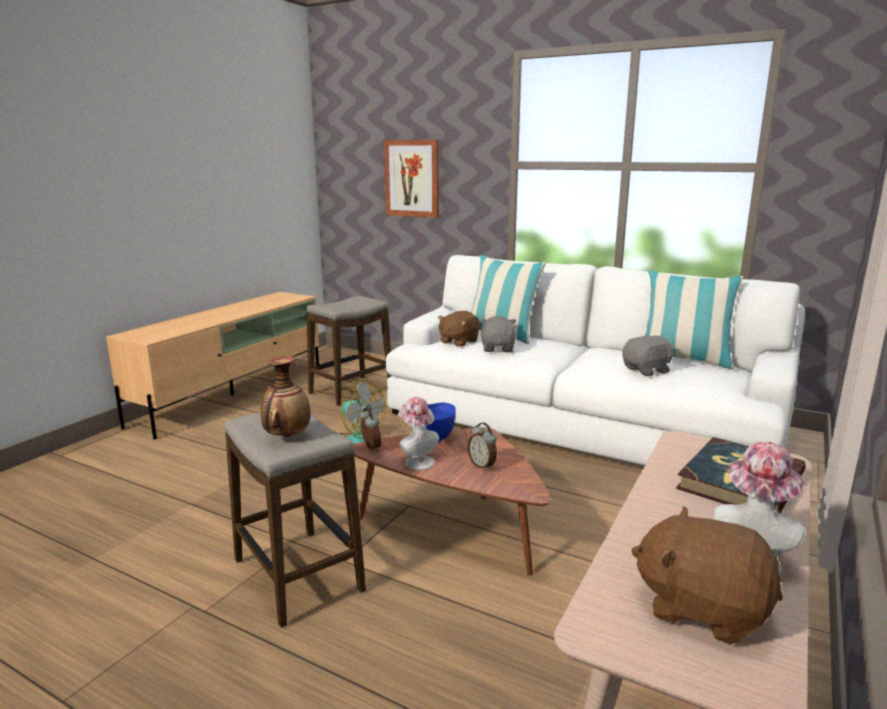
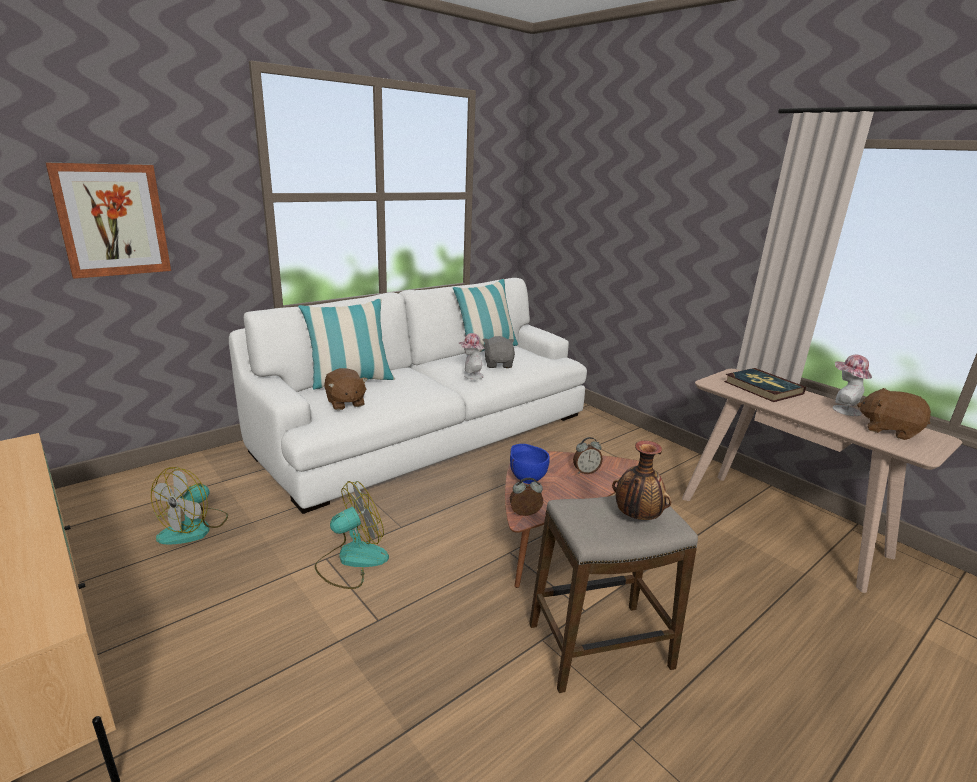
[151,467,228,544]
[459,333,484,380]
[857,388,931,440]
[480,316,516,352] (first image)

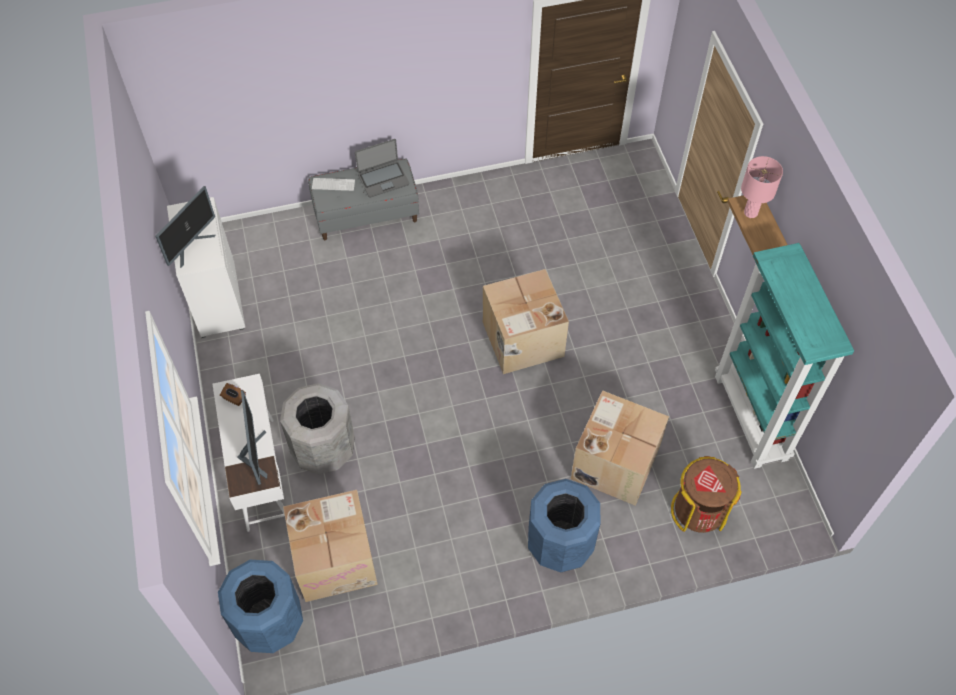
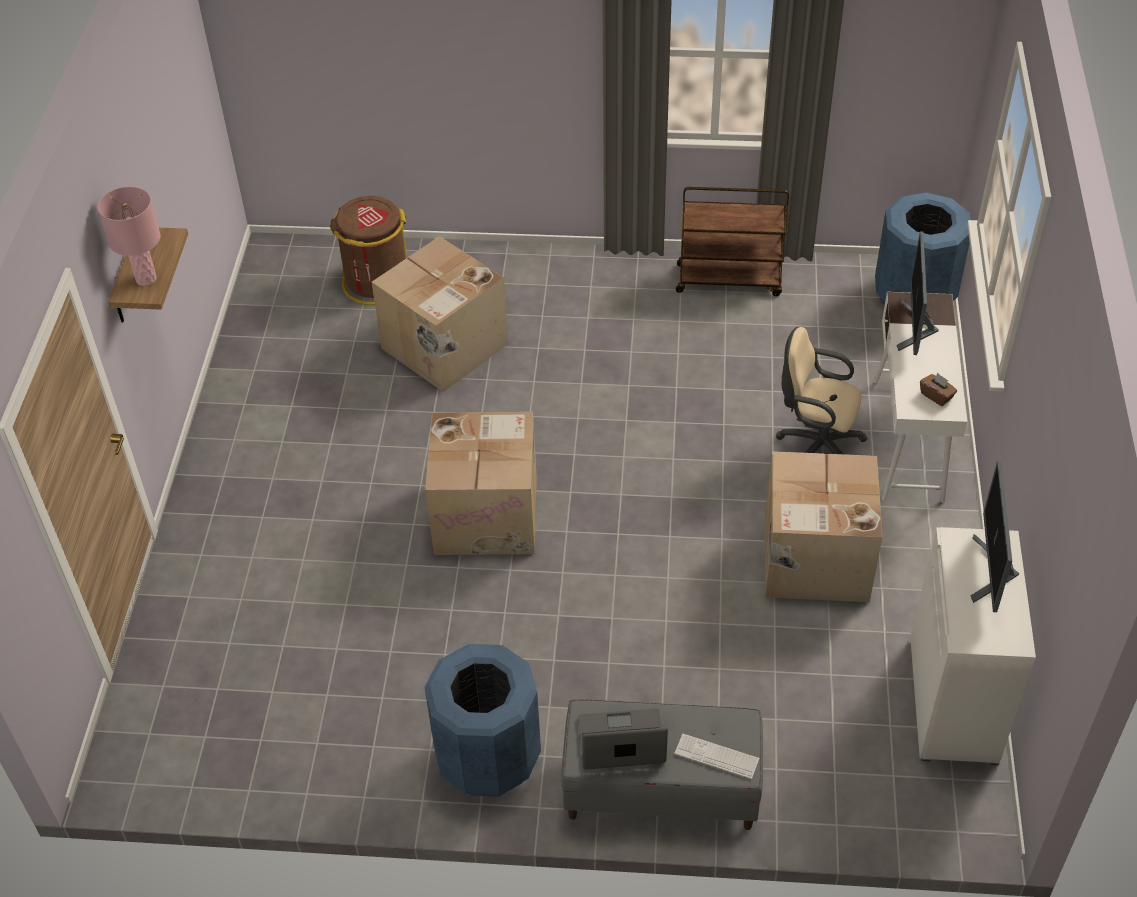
[425,644,541,797]
[676,187,789,296]
[765,451,882,602]
[776,327,867,454]
[971,461,1019,612]
[715,243,854,469] (first image)

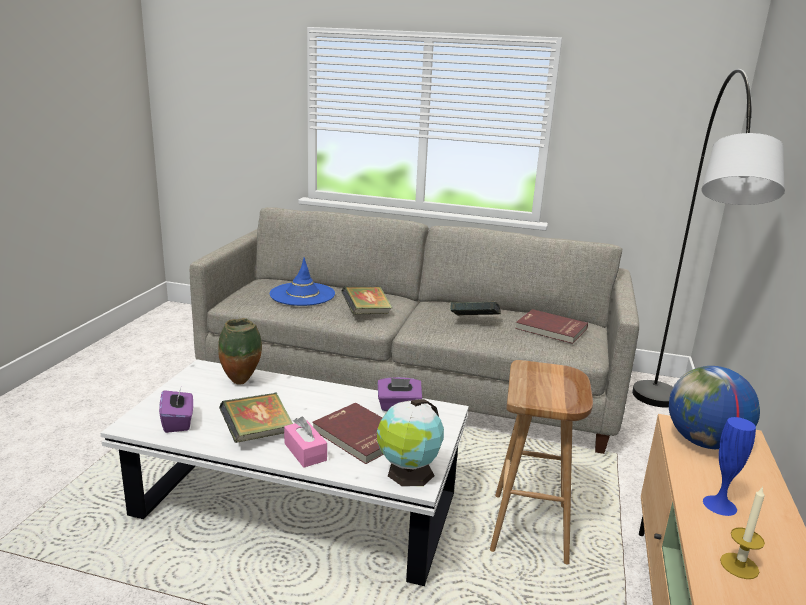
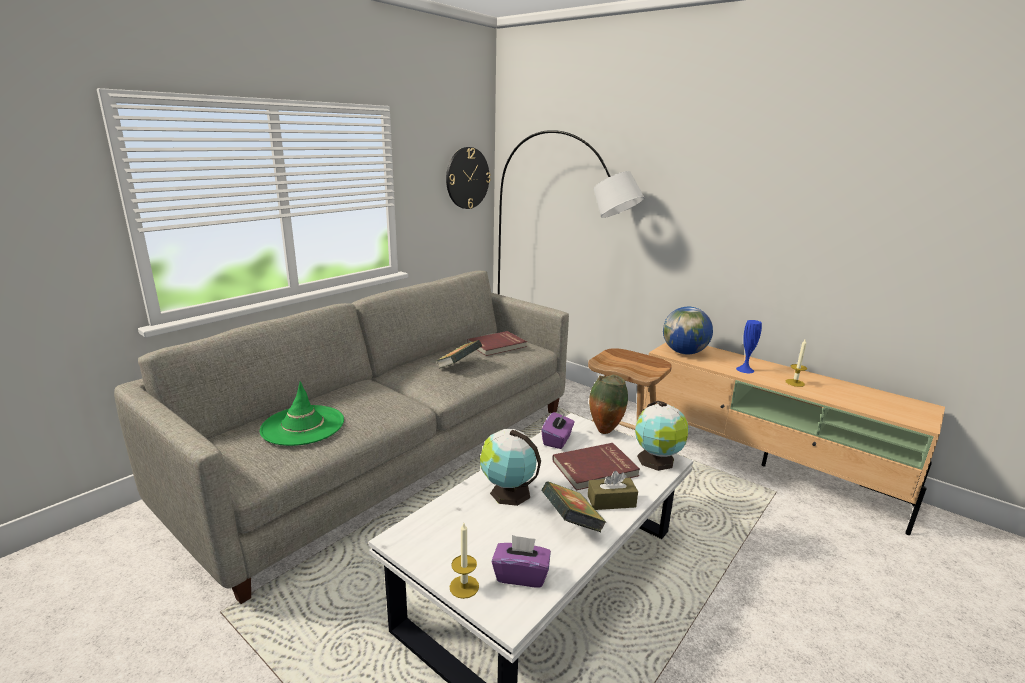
[260,381,344,446]
[446,147,491,209]
[450,523,479,599]
[480,429,541,506]
[588,471,638,510]
[589,375,628,434]
[341,286,393,314] (first image)

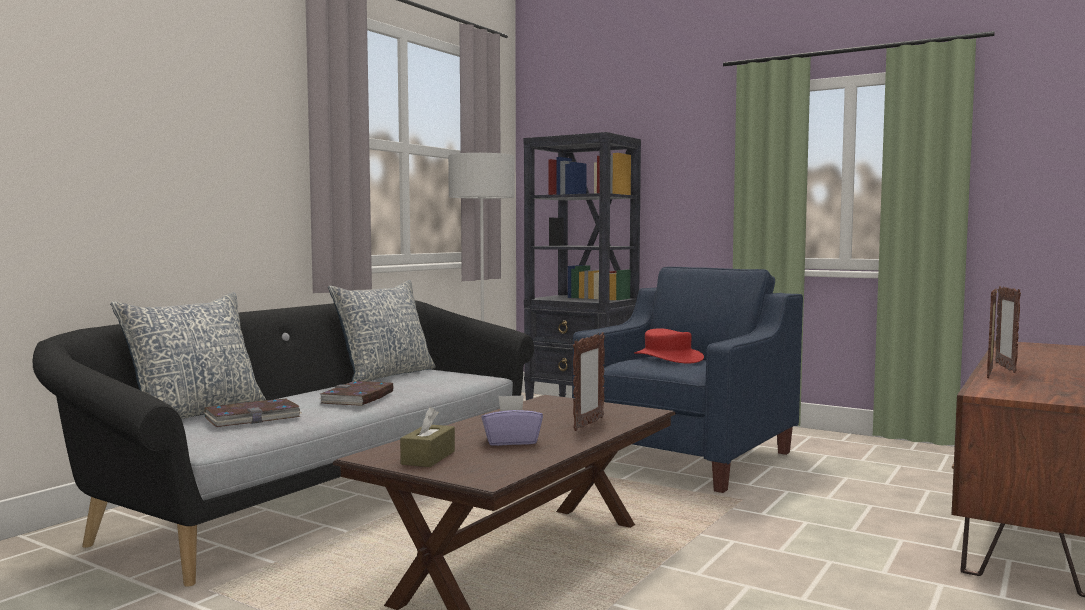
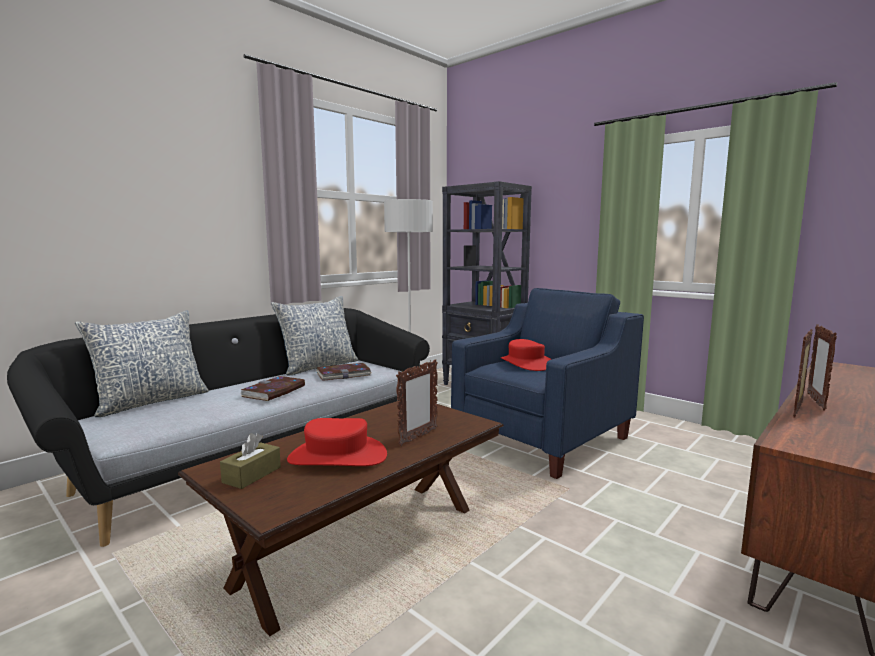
[287,418,387,466]
[316,363,371,381]

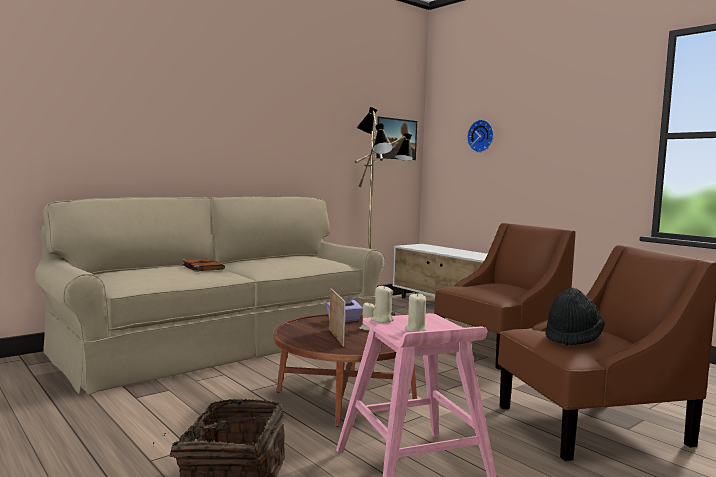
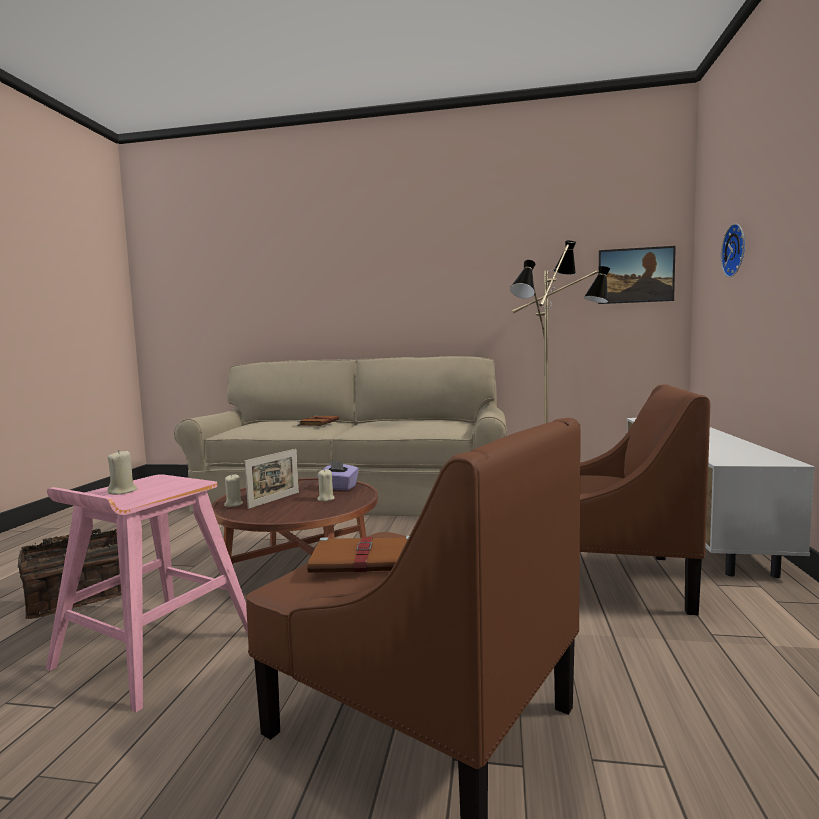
[224,474,243,507]
[307,536,409,573]

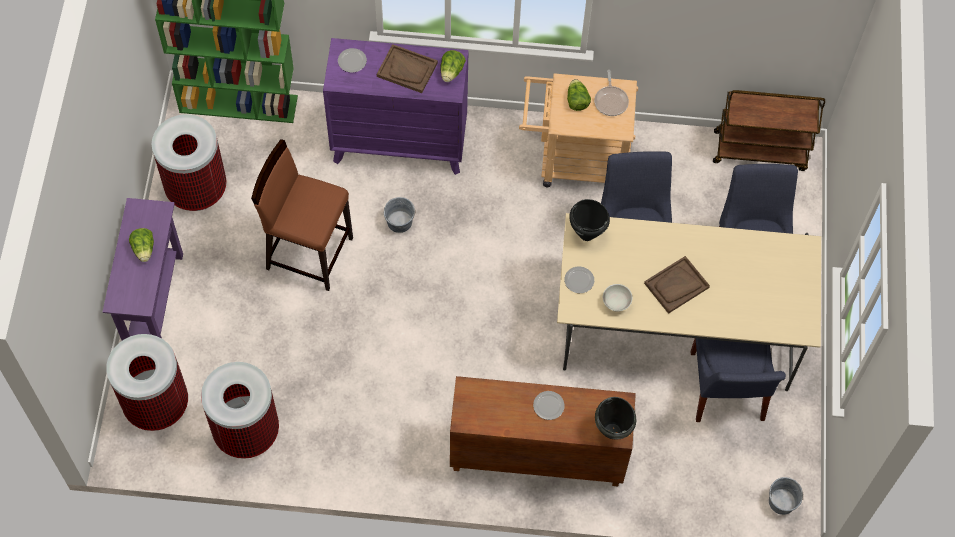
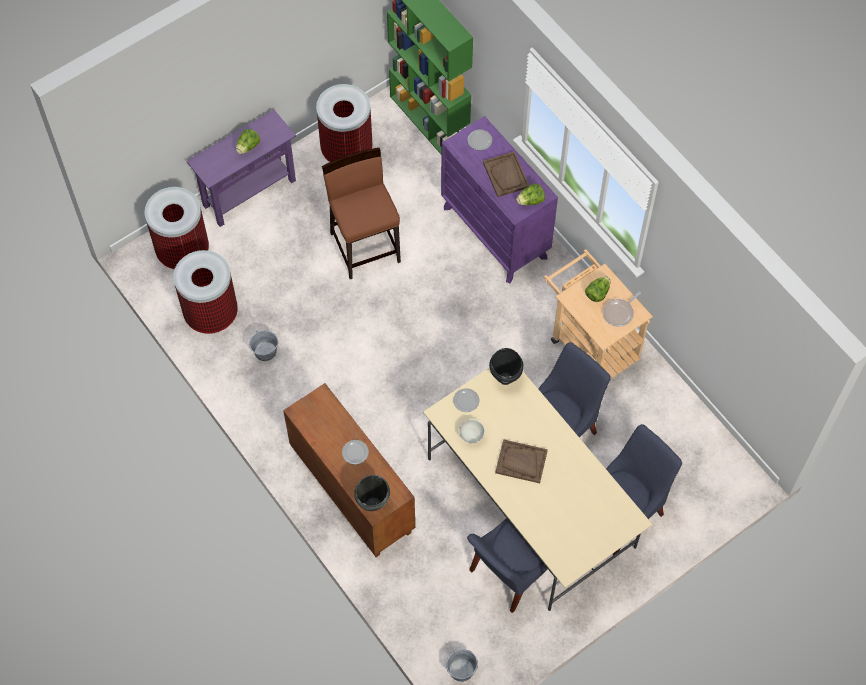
[249,330,278,361]
[713,90,825,171] (first image)

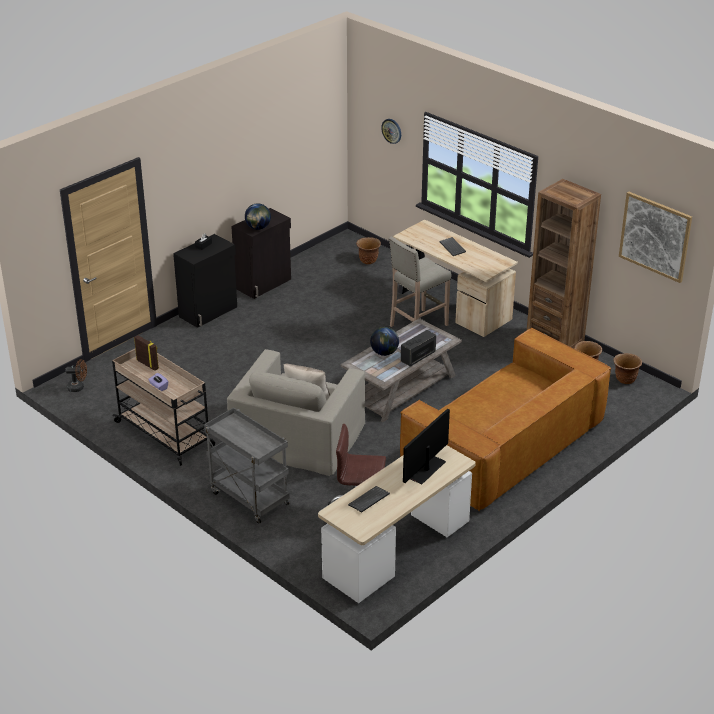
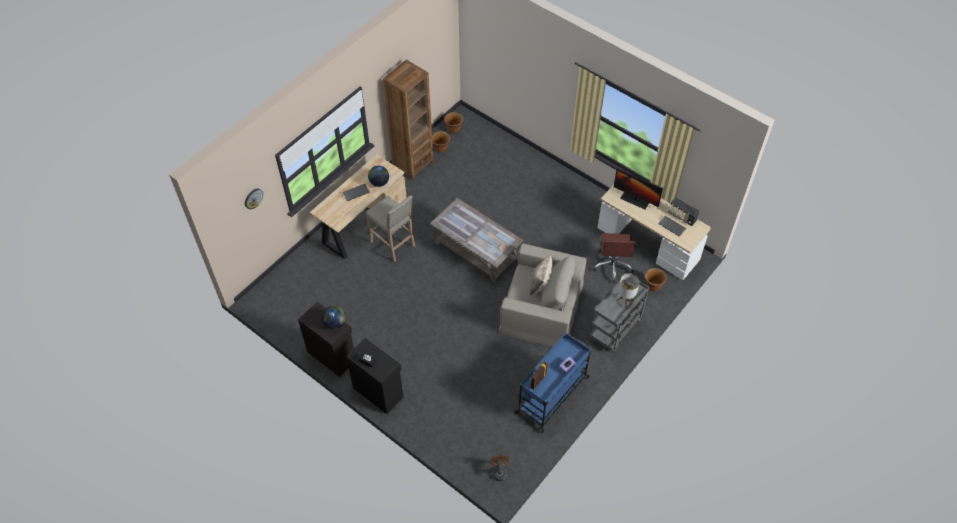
[368,166,389,187]
[513,333,591,433]
[616,274,640,308]
[645,268,667,292]
[668,197,700,226]
[400,328,611,511] (first image)
[619,192,692,283] (first image)

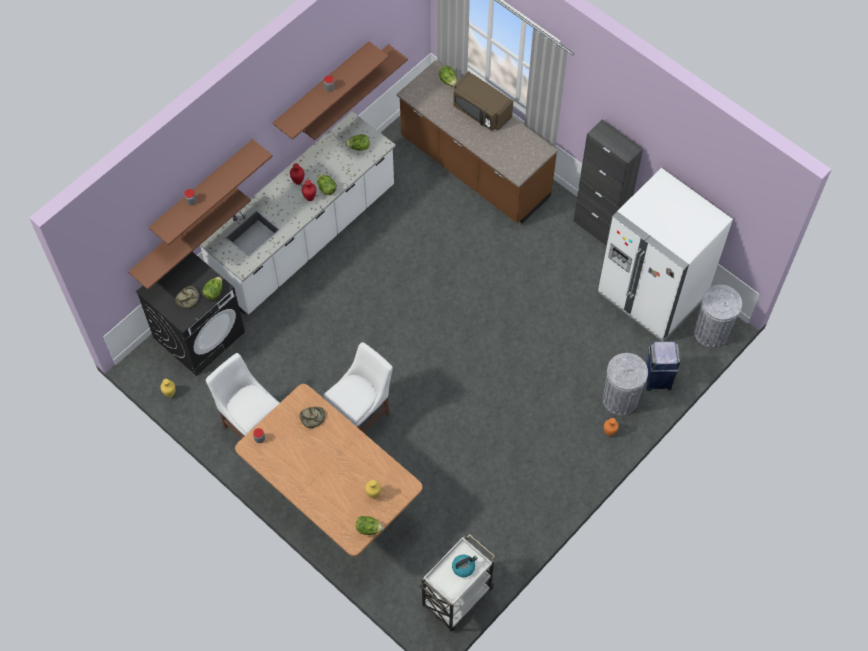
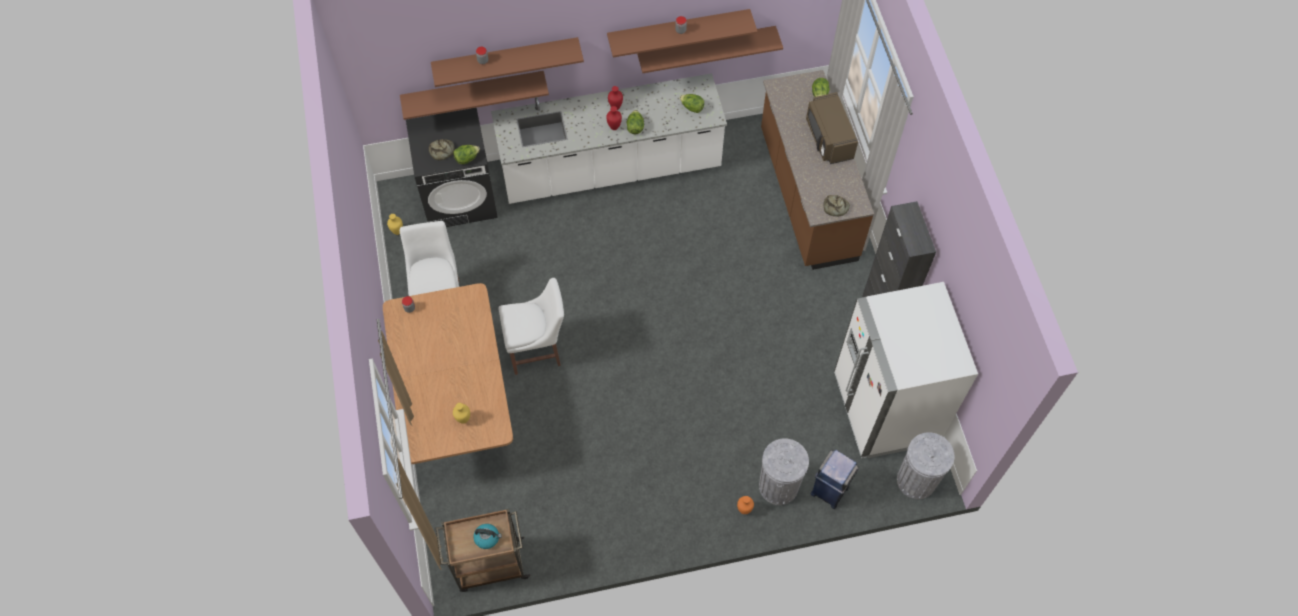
[436,509,531,592]
[823,195,850,216]
[356,516,384,535] (first image)

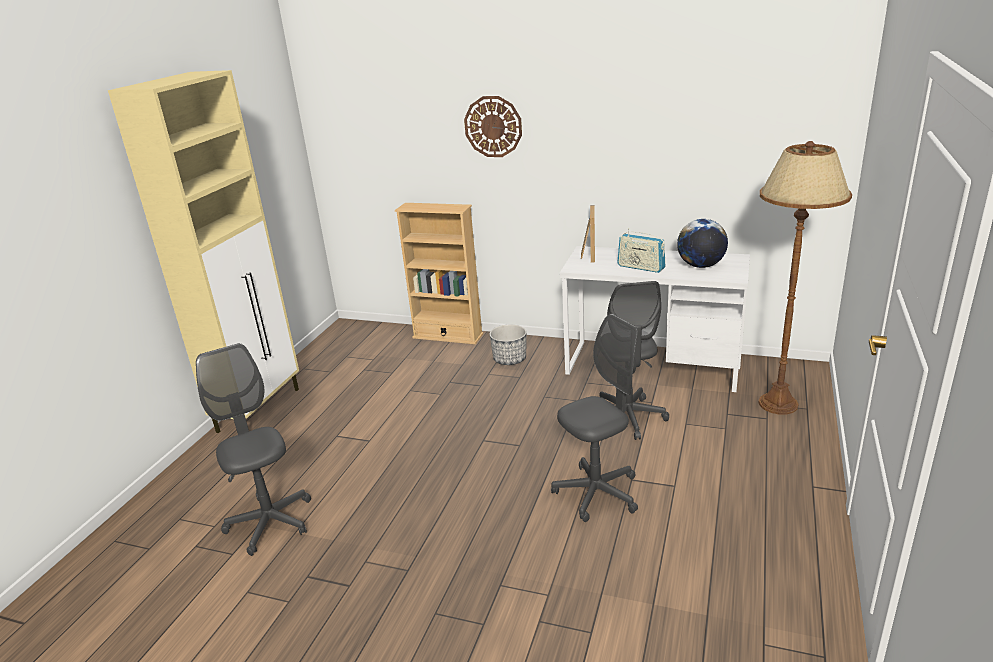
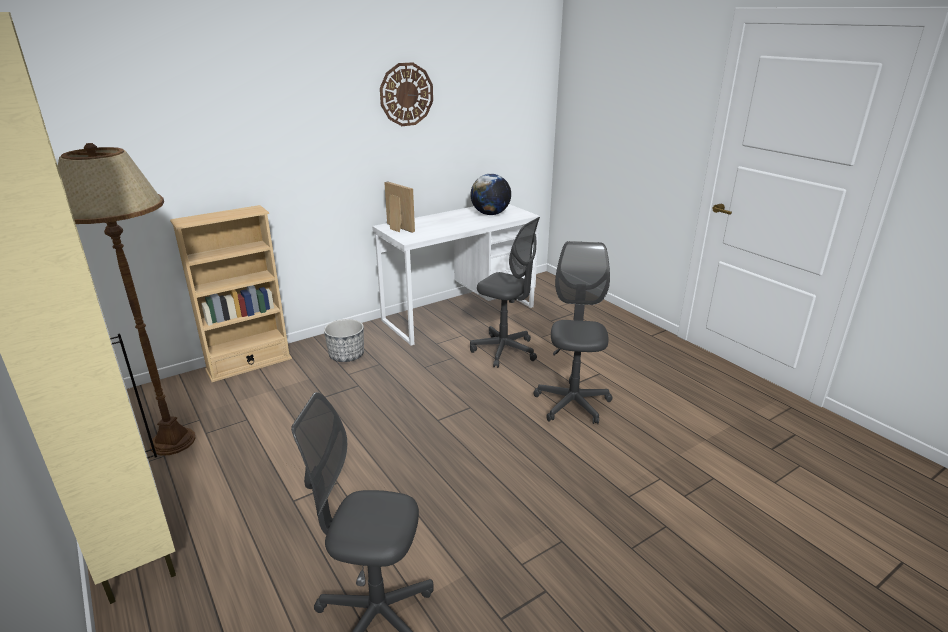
[58,143,196,456]
[380,62,433,126]
[618,228,665,273] (first image)

